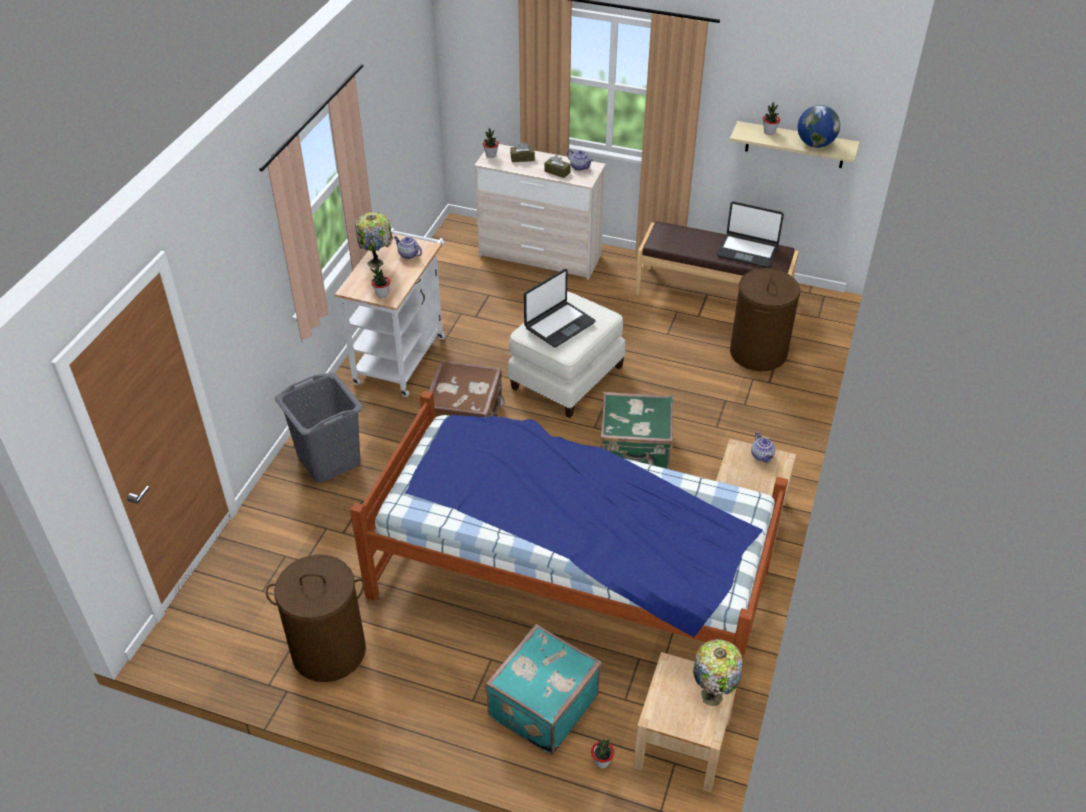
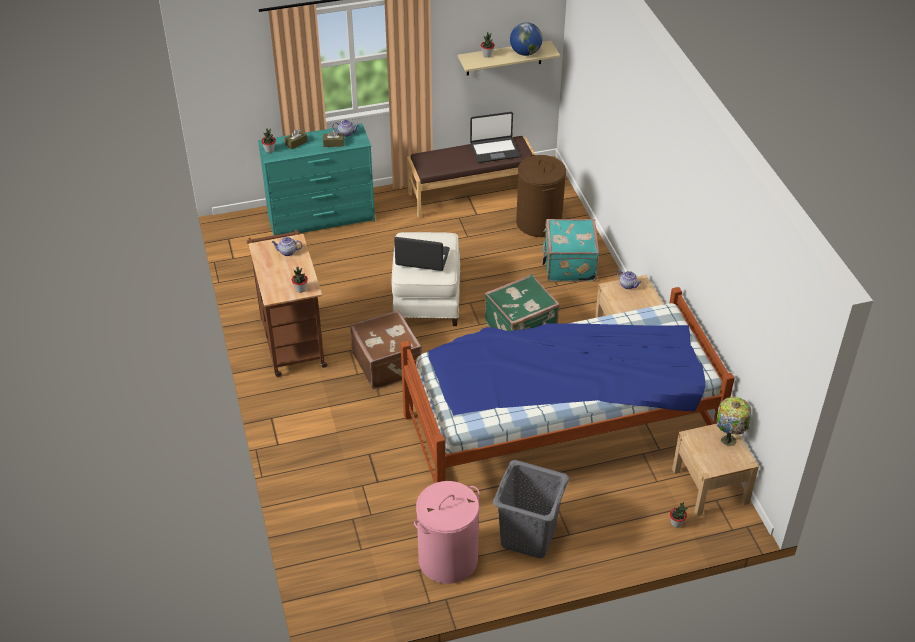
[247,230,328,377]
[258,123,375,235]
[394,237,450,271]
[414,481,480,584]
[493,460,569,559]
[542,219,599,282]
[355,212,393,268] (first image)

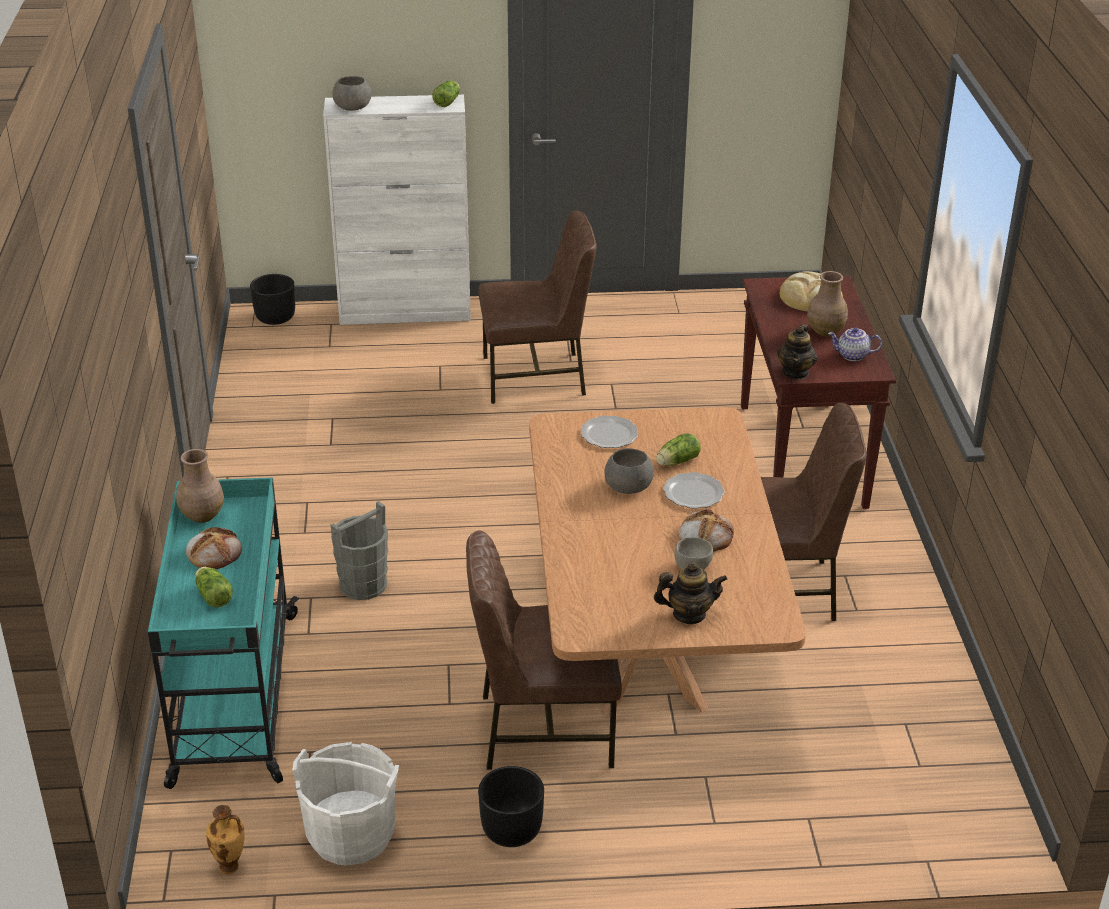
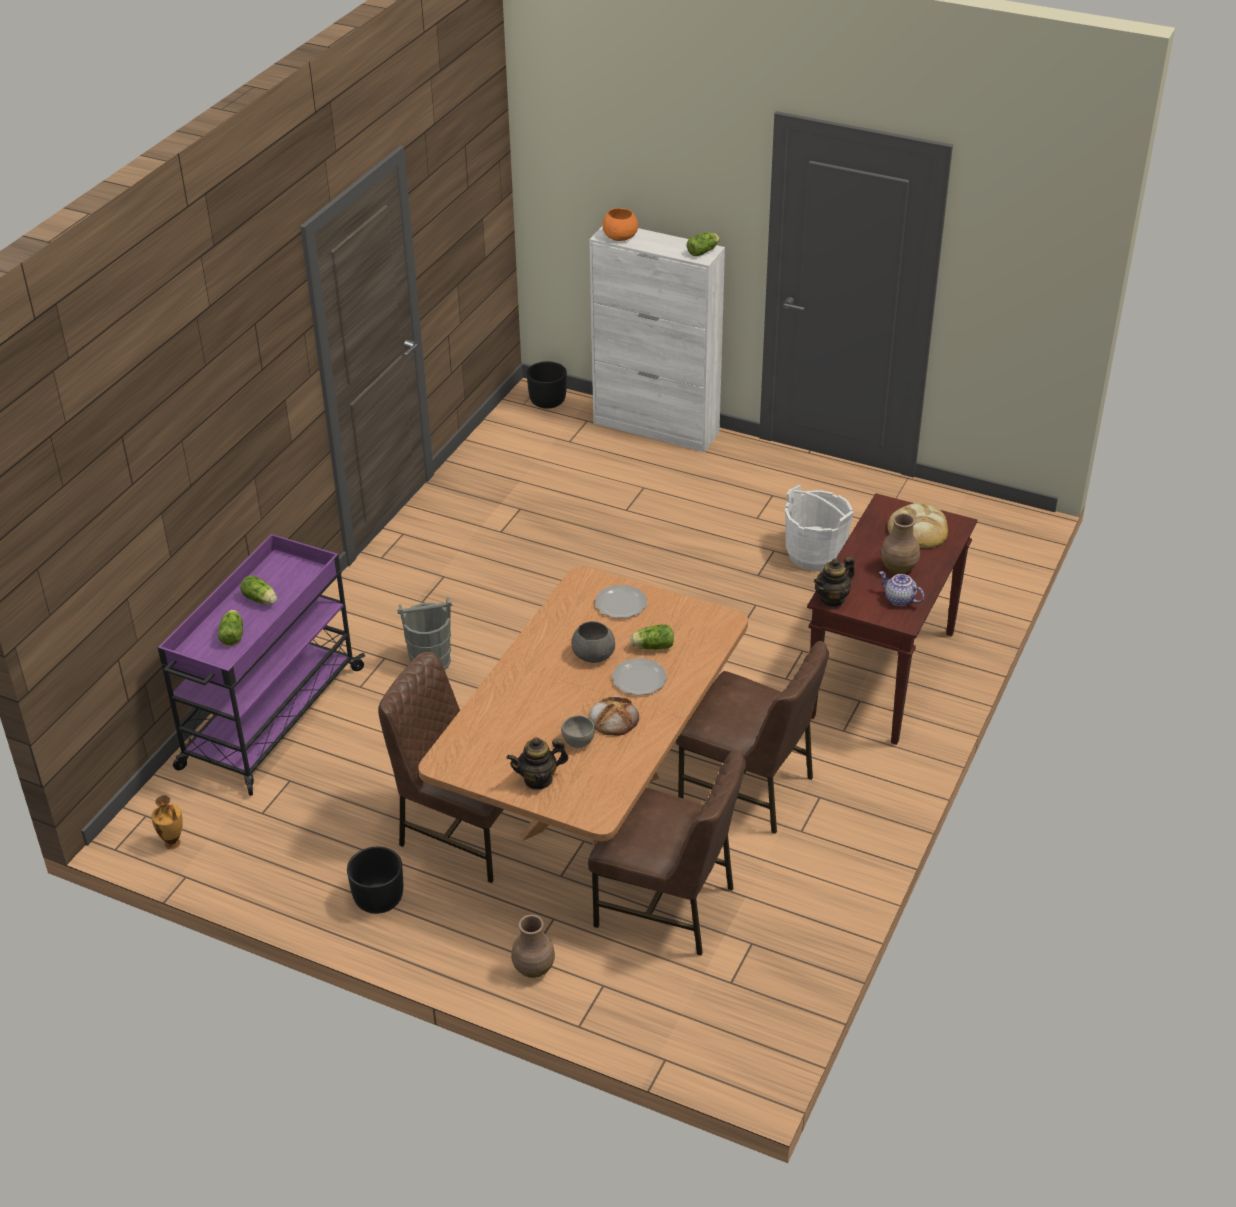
[158,534,365,796]
[240,575,277,605]
[507,737,568,790]
[511,915,555,978]
[588,750,746,956]
[603,208,638,241]
[785,485,853,571]

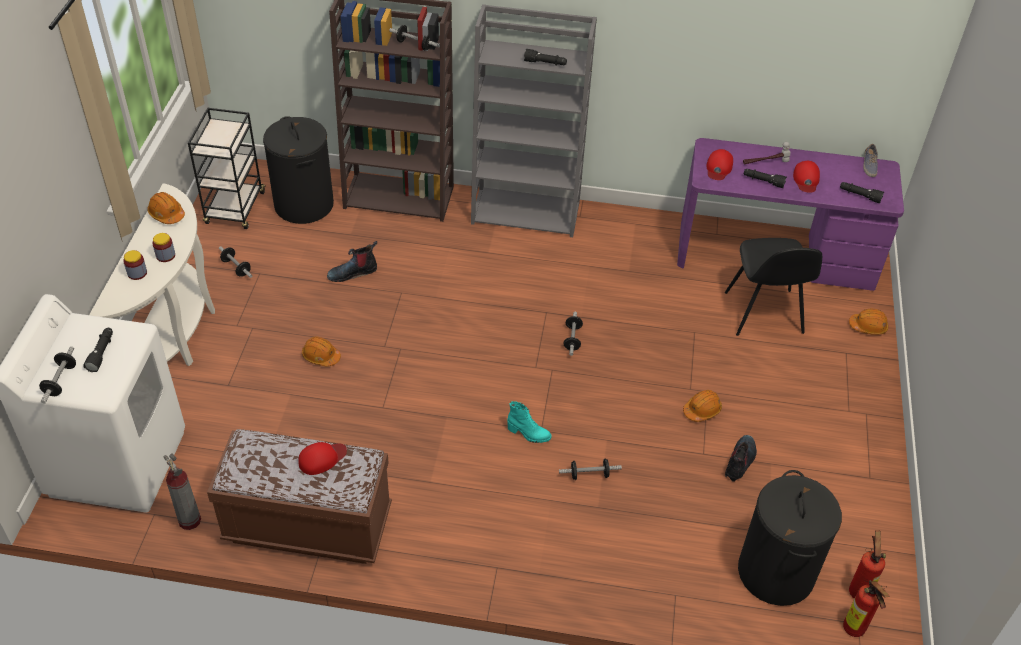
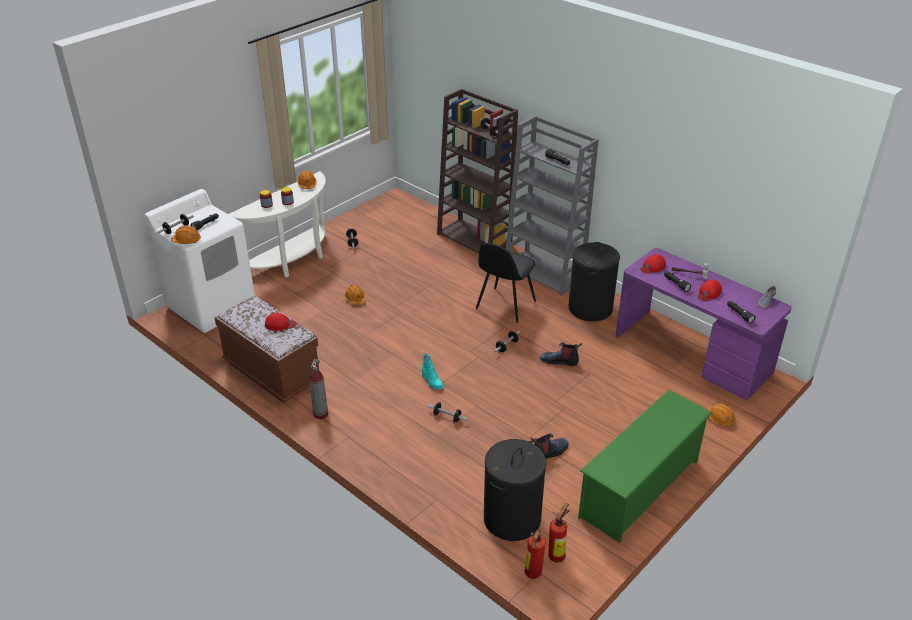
[171,225,201,244]
[309,359,328,419]
[476,243,536,323]
[540,342,583,366]
[569,242,620,322]
[578,390,712,543]
[188,108,266,229] (first image)

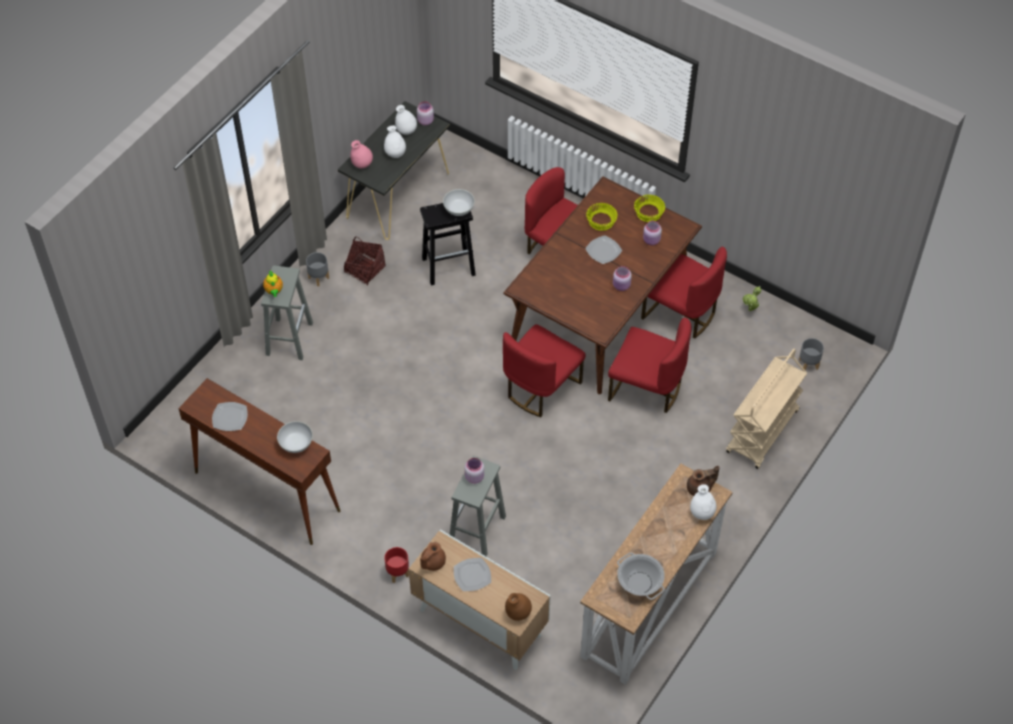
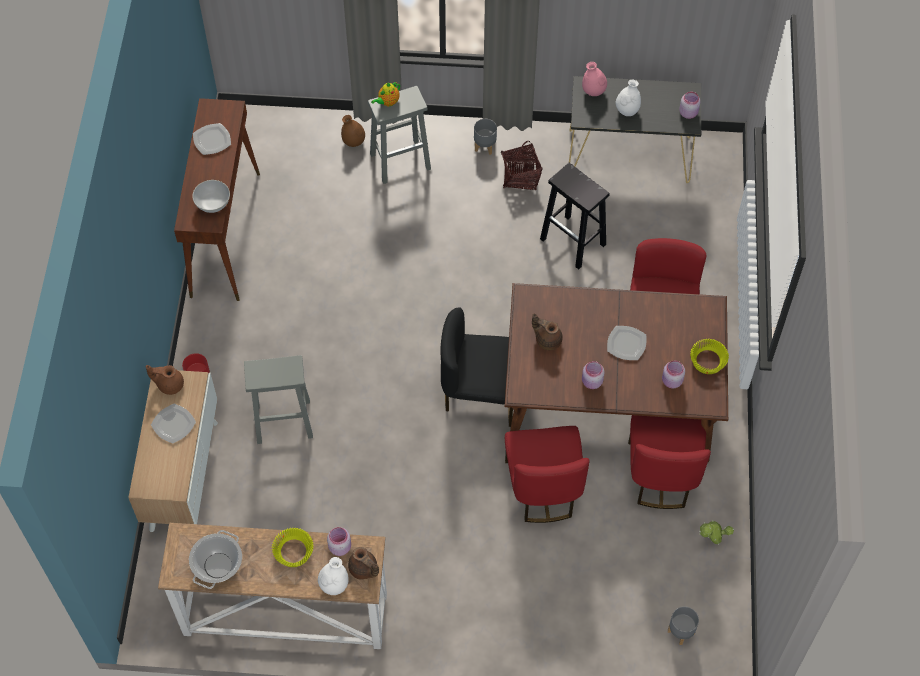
[272,528,314,567]
[327,527,351,556]
[341,115,365,147]
[441,308,513,427]
[532,313,563,350]
[395,105,417,135] (first image)
[443,189,475,216] (first image)
[726,349,807,469] (first image)

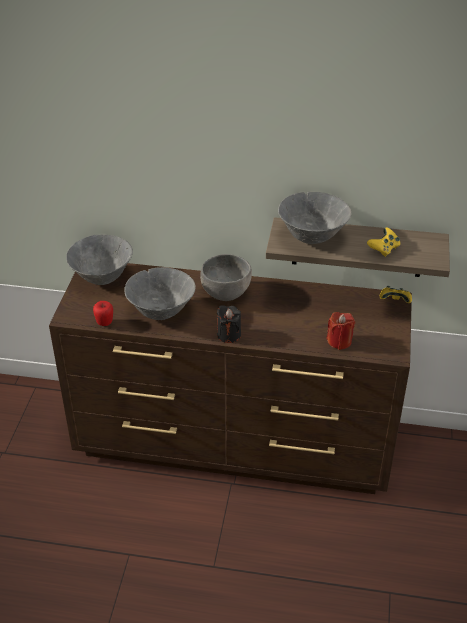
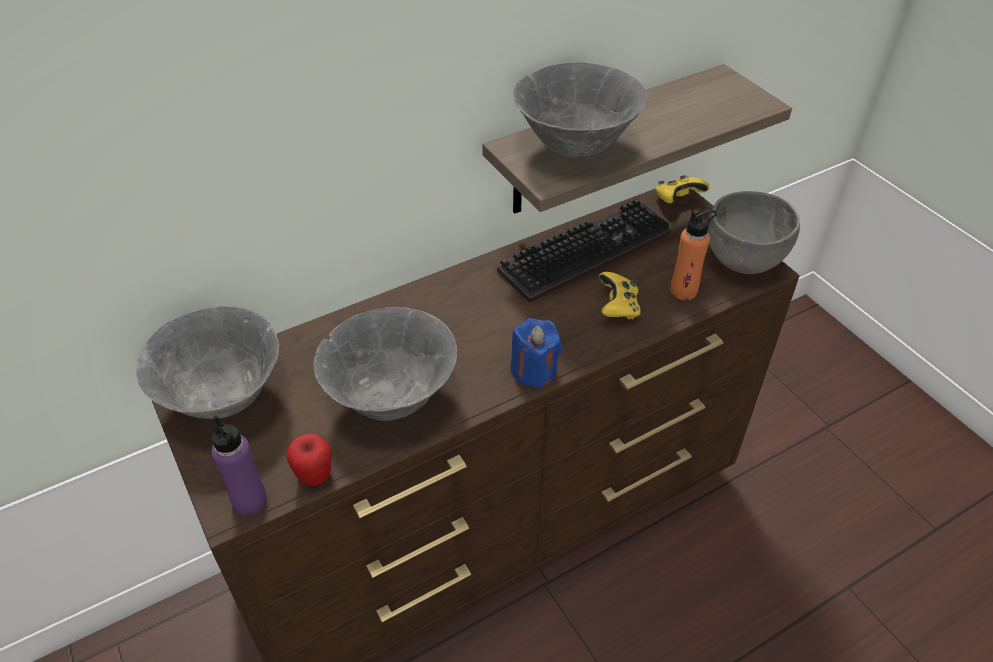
[212,416,267,515]
[497,199,671,303]
[511,318,562,388]
[599,272,641,320]
[670,210,716,300]
[708,191,800,274]

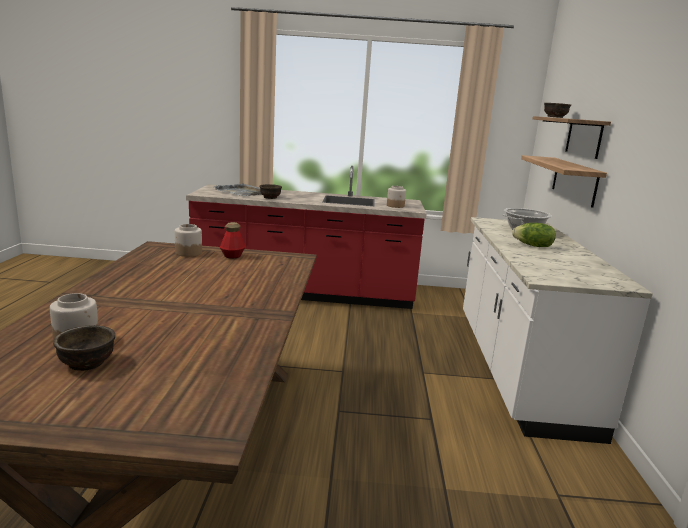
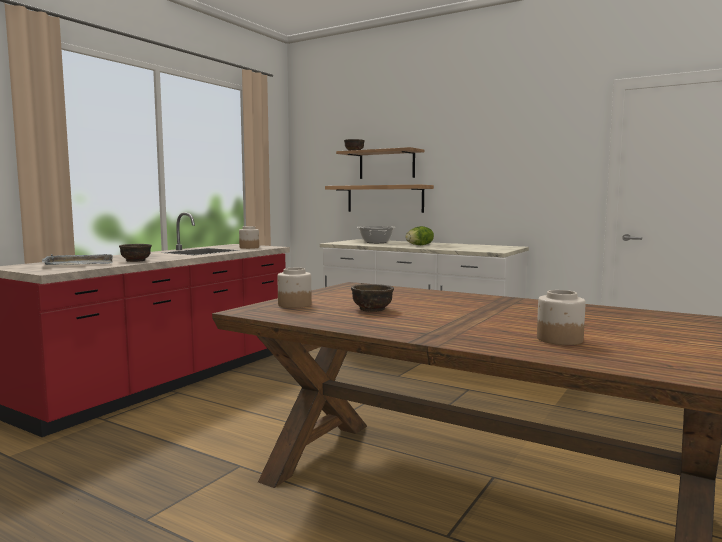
[351,284,394,312]
[220,222,246,259] (first image)

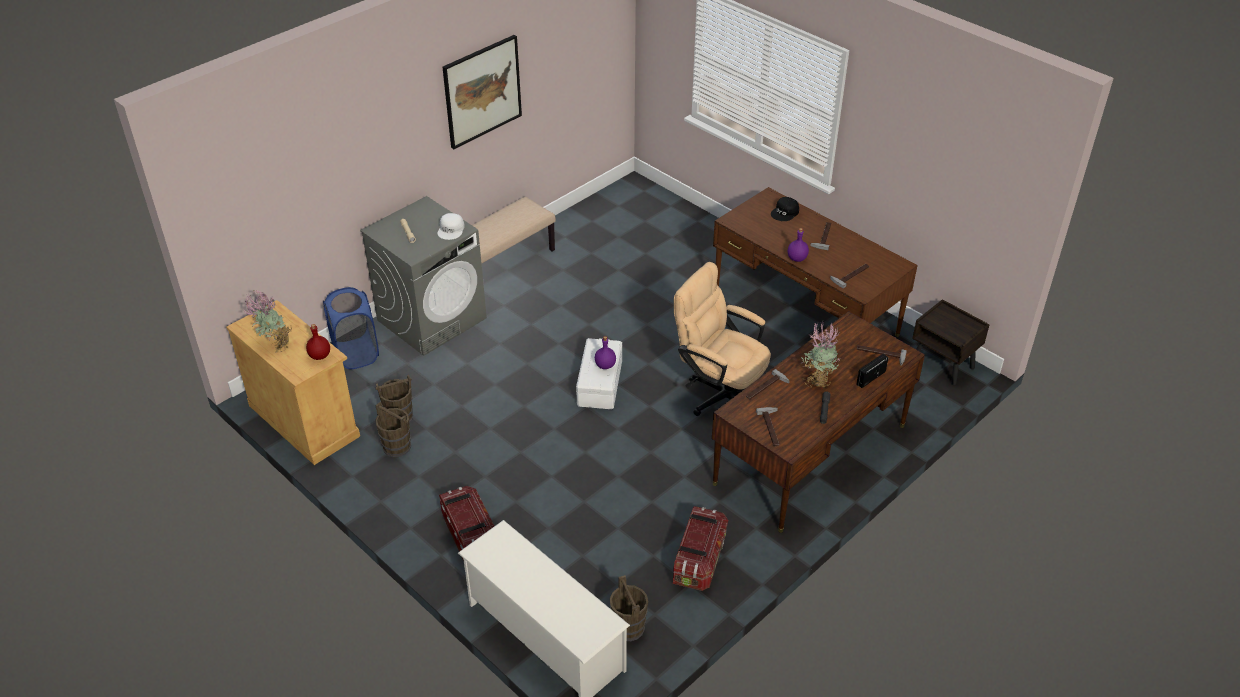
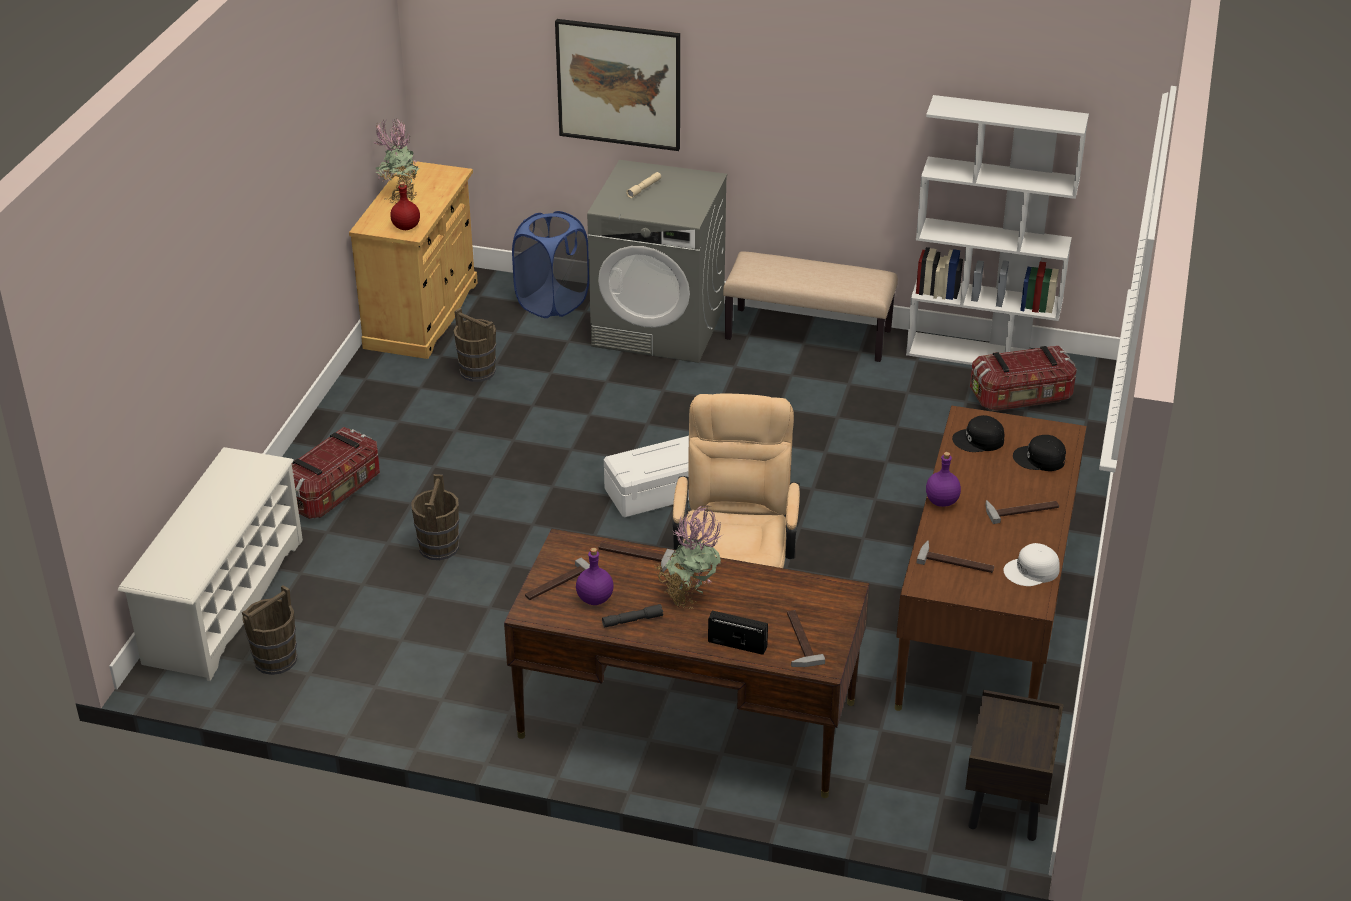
[411,474,459,560]
[555,19,680,151]
[576,548,614,605]
[906,95,1089,365]
[952,415,1005,452]
[970,346,1077,411]
[1003,543,1060,586]

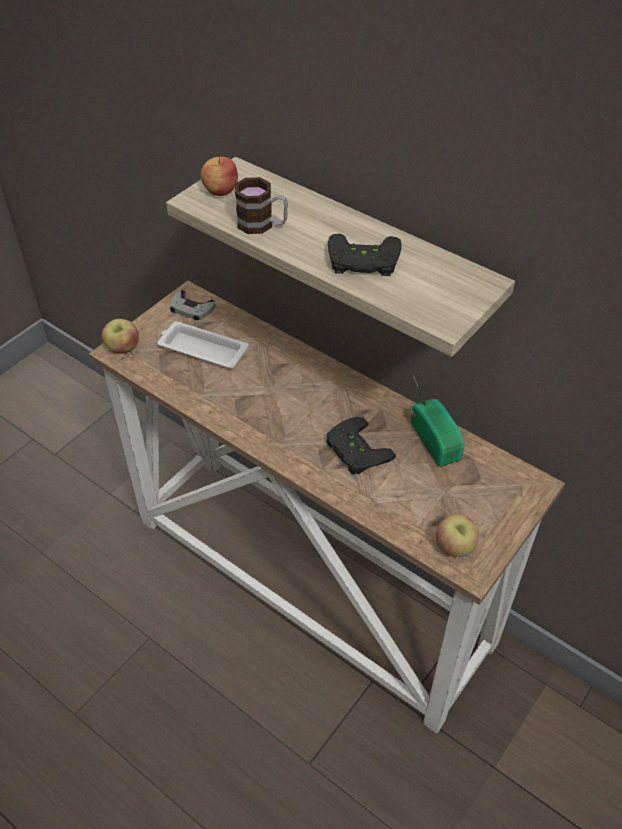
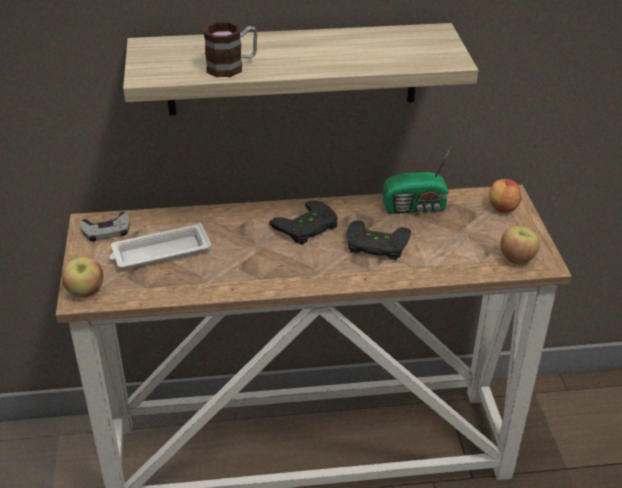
[269,200,338,245]
[383,146,452,214]
[489,179,521,213]

